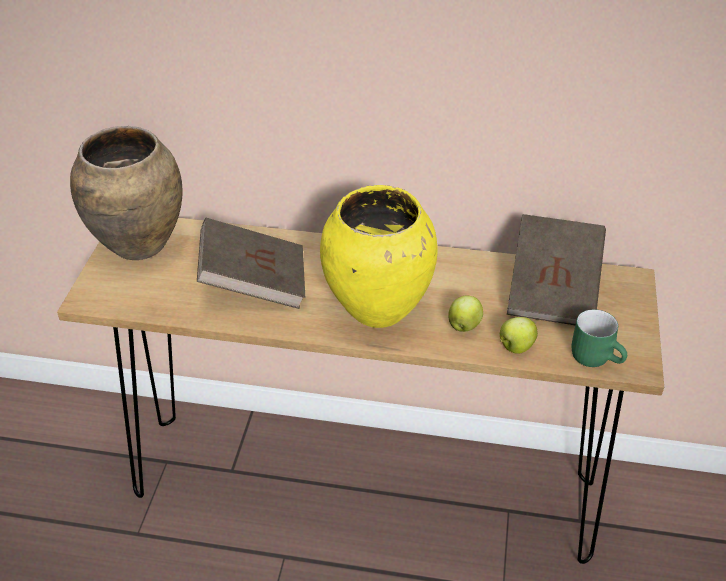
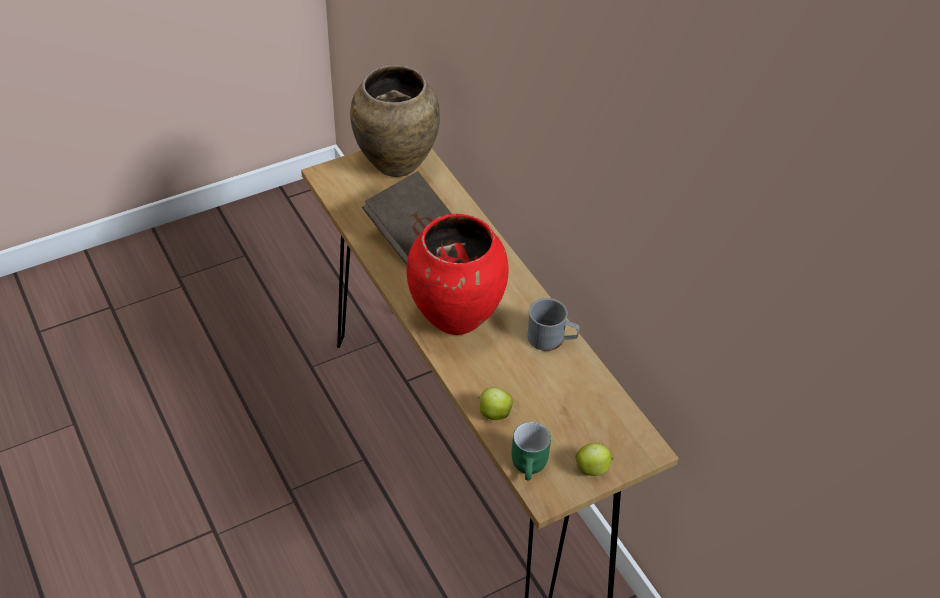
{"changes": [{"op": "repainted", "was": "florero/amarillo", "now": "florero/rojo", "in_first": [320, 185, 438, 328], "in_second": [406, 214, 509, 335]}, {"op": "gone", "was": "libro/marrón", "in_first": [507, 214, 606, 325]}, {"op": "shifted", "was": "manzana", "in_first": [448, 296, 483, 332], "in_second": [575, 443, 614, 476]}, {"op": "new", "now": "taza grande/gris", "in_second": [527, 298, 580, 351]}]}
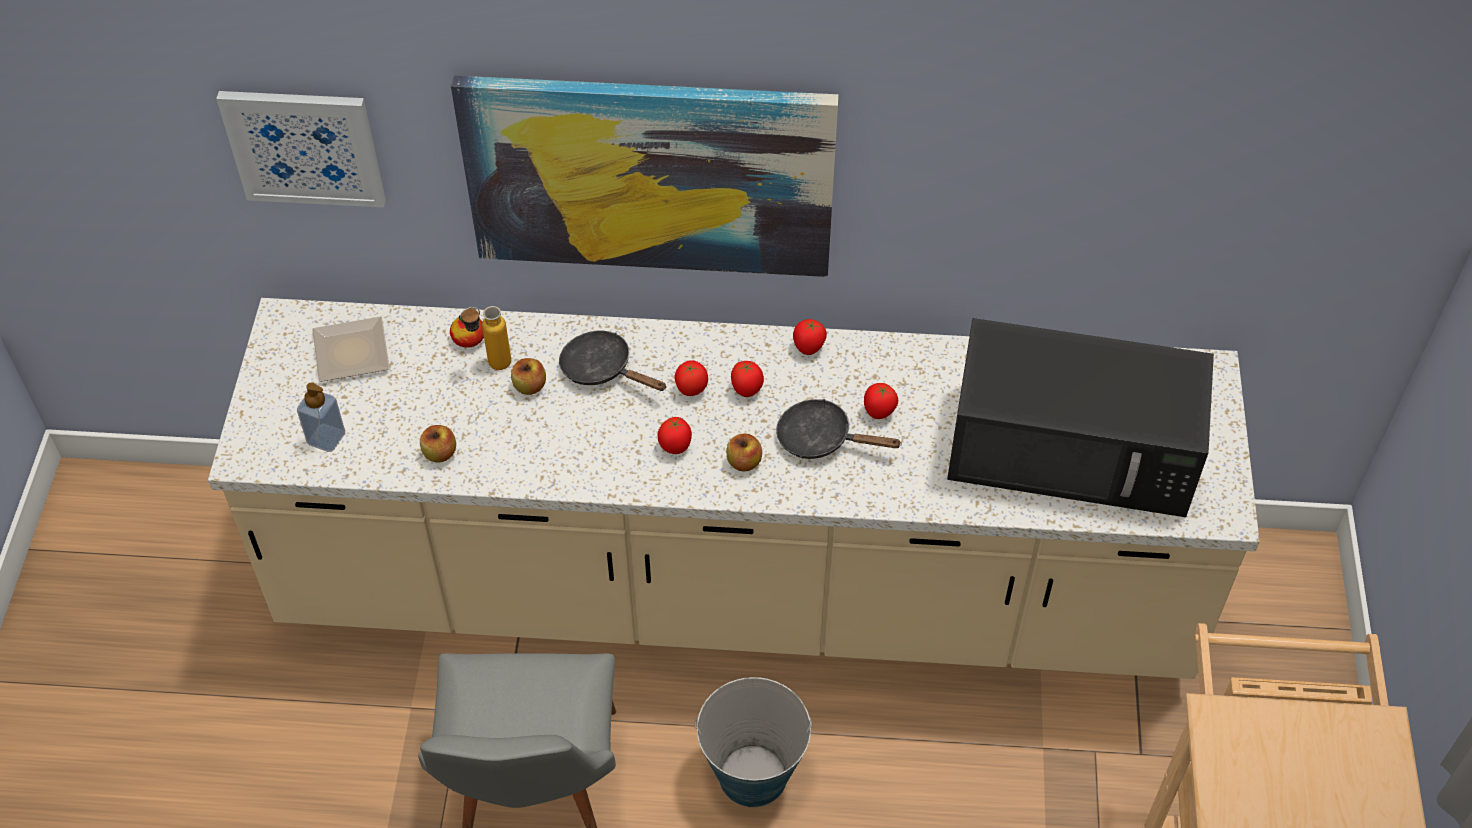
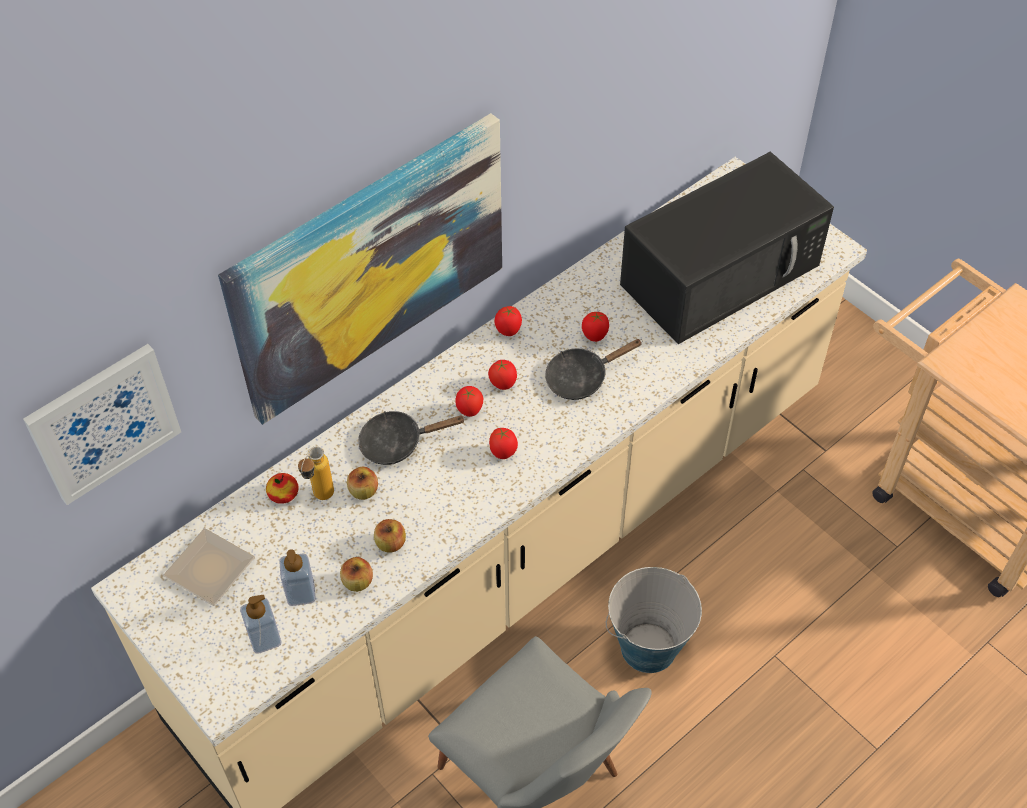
{"changes": [{"op": "shifted", "was": "manzana", "in_first": [726, 433, 762, 472], "in_second": [374, 519, 406, 553]}, {"op": "new", "now": "dispensador de jabón", "in_second": [279, 549, 316, 606]}]}
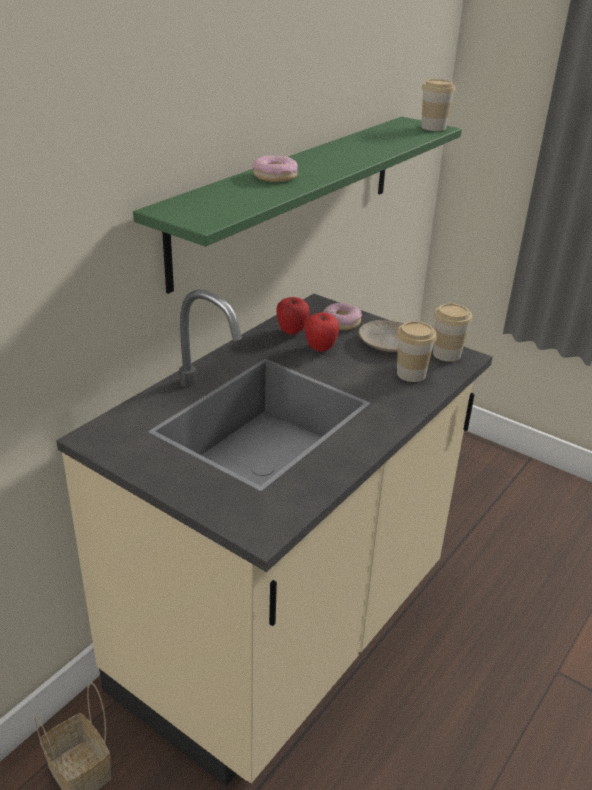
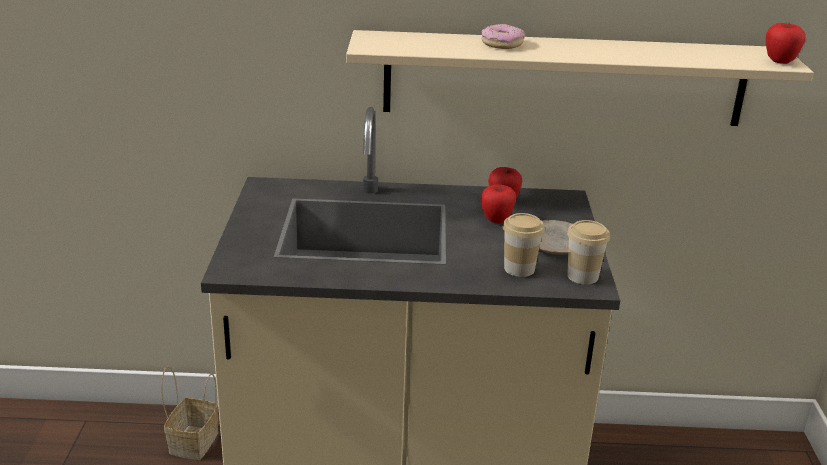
{"changes": [{"op": "swapped", "was": "taza", "now": "manzana", "in_first": [421, 79, 455, 131], "in_second": [766, 22, 806, 64]}, {"op": "repainted", "was": "estante/verde", "now": "estante/beis", "in_first": [133, 117, 462, 294], "in_second": [346, 30, 814, 126]}, {"op": "gone", "was": "rosquilla", "in_first": [323, 303, 362, 330]}]}
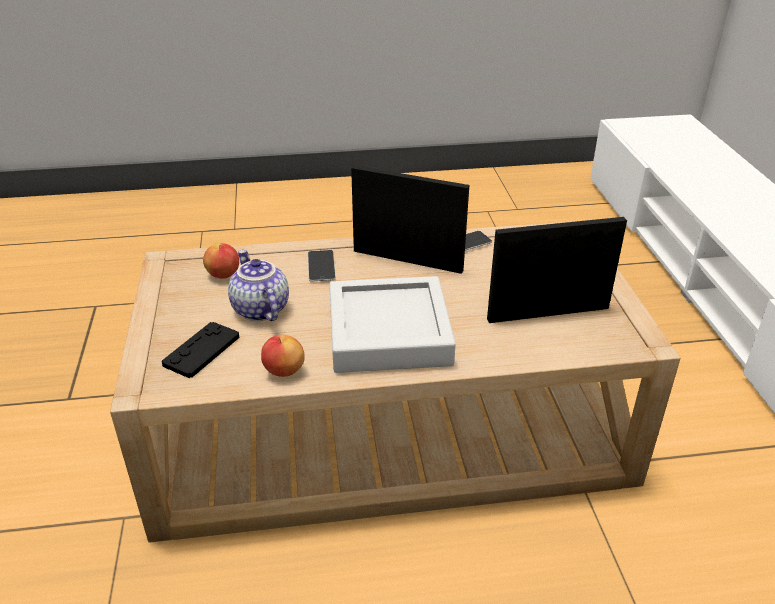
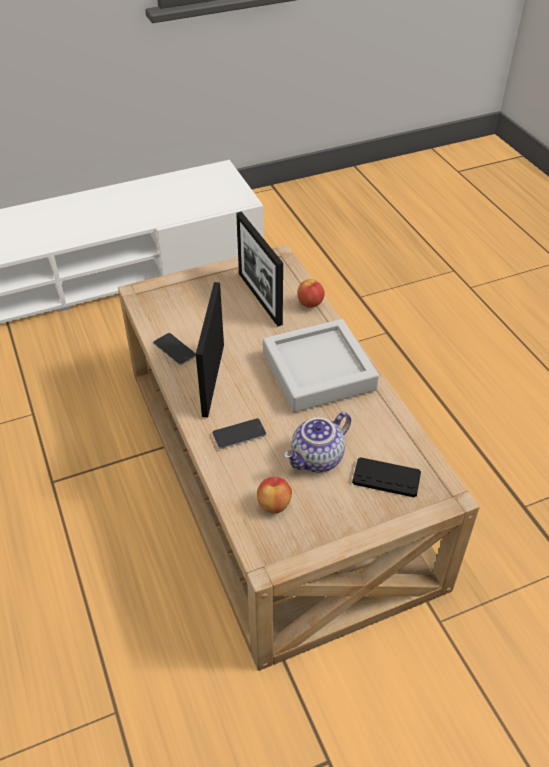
{"changes": [{"op": "shifted", "was": "manzana", "in_first": [261, 335, 305, 377], "in_second": [297, 279, 325, 308]}]}
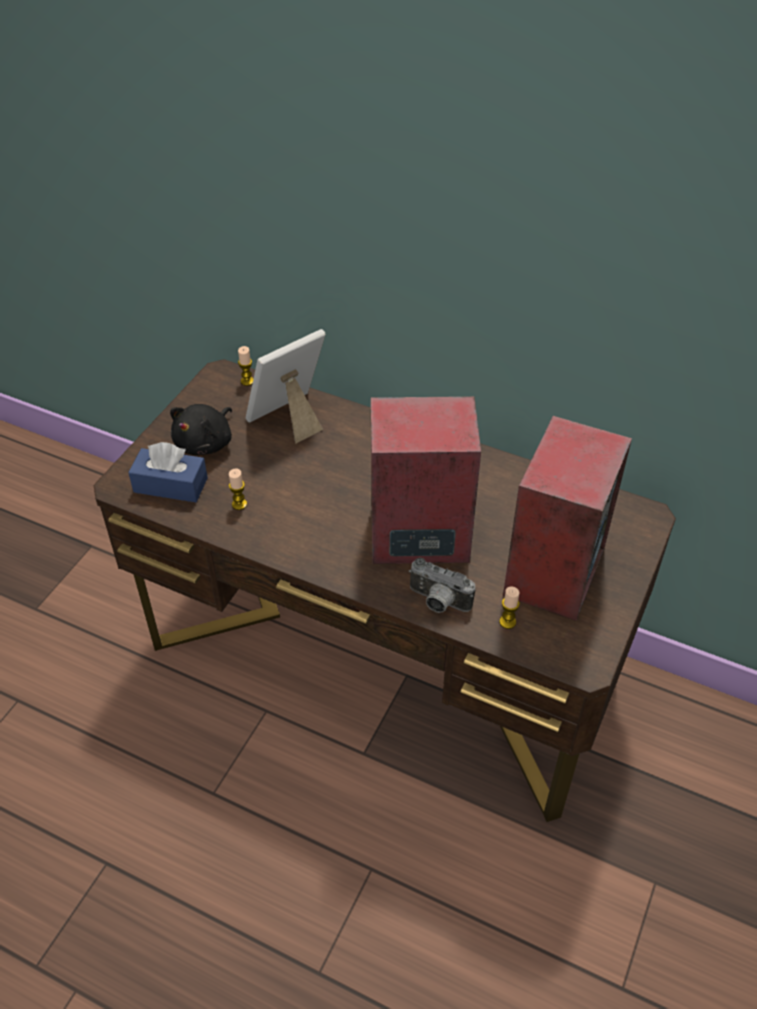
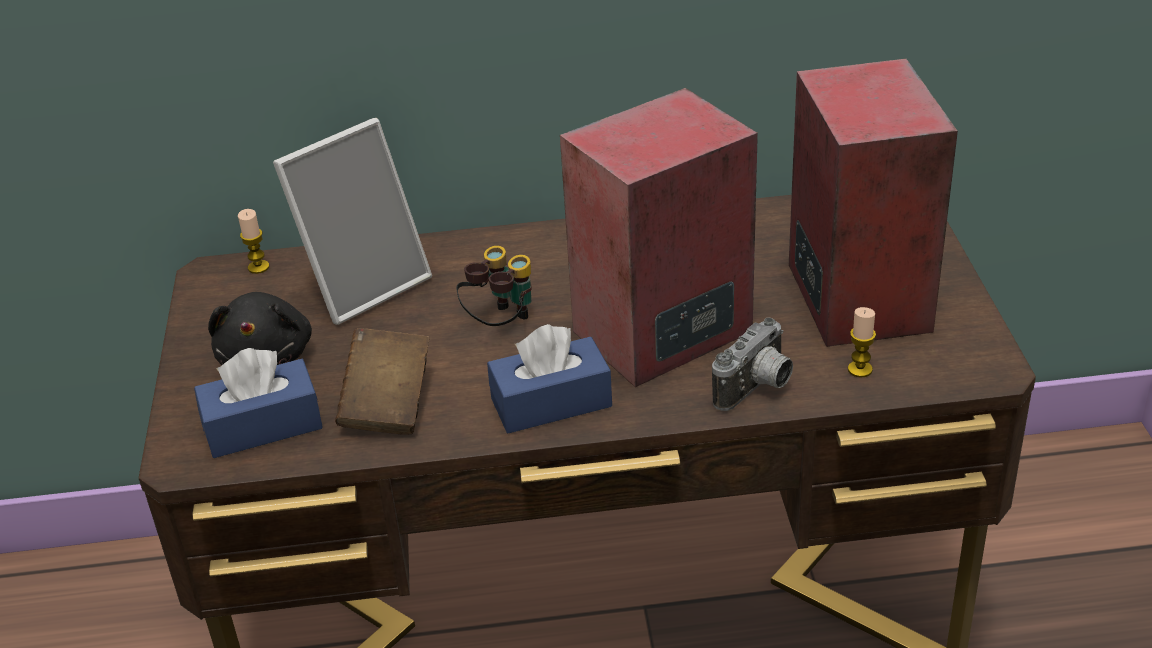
{"changes": [{"op": "rotated", "was": "portarretratos", "in_first": [246, 329, 325, 444], "in_second": [273, 118, 432, 325], "clockwise": -150}, {"op": "swapped", "was": "vela", "now": "libro/marrón", "in_first": [229, 468, 247, 510], "in_second": [335, 328, 430, 435]}, {"op": "rotated", "was": "cámara", "in_first": [409, 558, 475, 613], "in_second": [712, 317, 793, 411], "clockwise": -45}, {"op": "new", "now": "prismáticos", "in_second": [456, 246, 532, 326]}, {"op": "new", "now": "caja de pañuelos/azul", "in_second": [487, 324, 612, 433]}]}
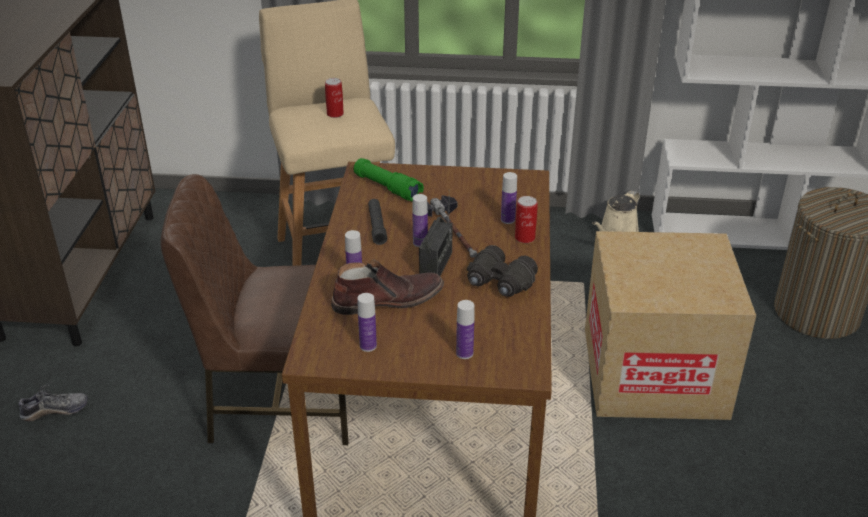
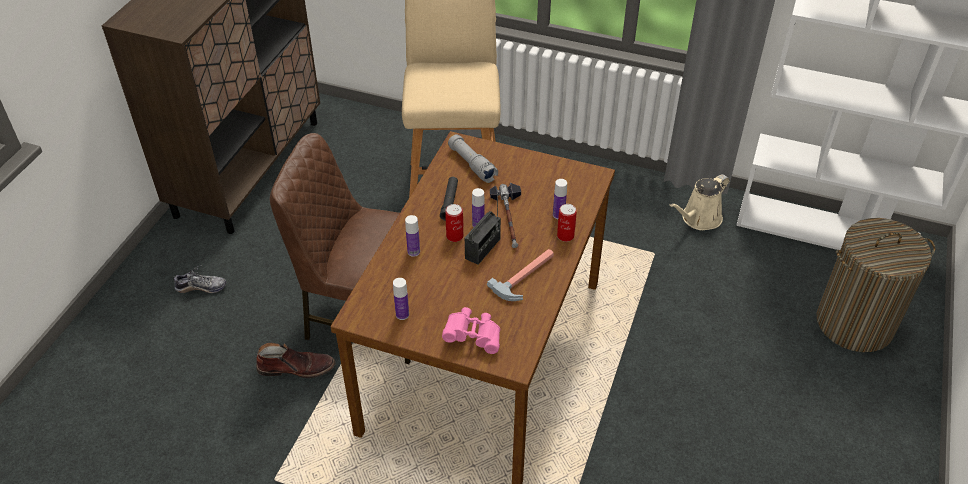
{"changes": [{"op": "shifted", "was": "lata", "in_first": [325, 78, 344, 118], "in_second": [446, 204, 463, 242]}, {"op": "repainted", "was": "linterna/verde", "now": "linterna/gris", "in_first": [354, 158, 424, 202], "in_second": [448, 134, 498, 183]}, {"op": "gone", "was": "caja de cartón", "in_first": [585, 231, 756, 420]}, {"op": "swapped", "was": "prismáticos/negro", "now": "martillo", "in_first": [467, 245, 538, 297], "in_second": [487, 249, 554, 301]}, {"op": "shifted", "was": "bota/marrón", "in_first": [331, 260, 444, 315], "in_second": [256, 343, 335, 378]}, {"op": "swapped", "was": "botella", "now": "prismáticos/rosa", "in_first": [456, 300, 474, 359], "in_second": [442, 307, 500, 354]}]}
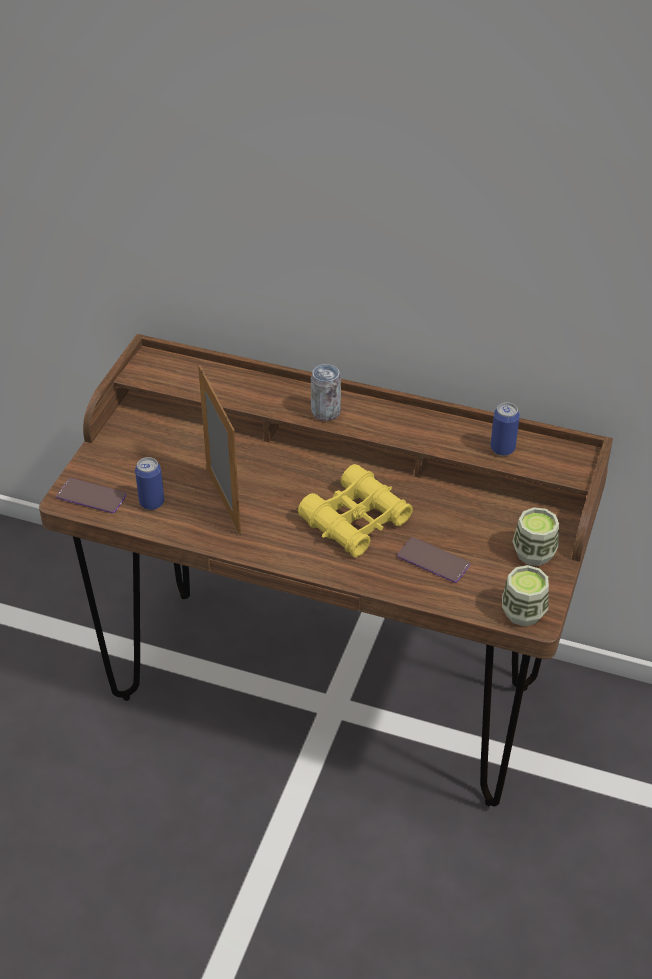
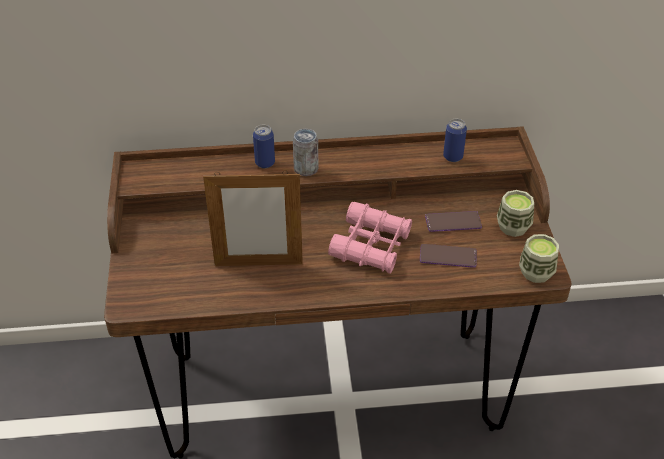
{"changes": [{"op": "rotated", "was": "portarretratos", "in_first": [198, 365, 241, 535], "in_second": [203, 171, 303, 266], "clockwise": 135}, {"op": "shifted", "was": "lata", "in_first": [135, 457, 164, 510], "in_second": [253, 125, 275, 168]}, {"op": "repainted", "was": "prismáticos/amarillo", "now": "prismáticos/rosa", "in_first": [298, 464, 413, 557], "in_second": [328, 202, 412, 274]}, {"op": "shifted", "was": "móvil", "in_first": [56, 478, 127, 513], "in_second": [425, 211, 482, 232]}]}
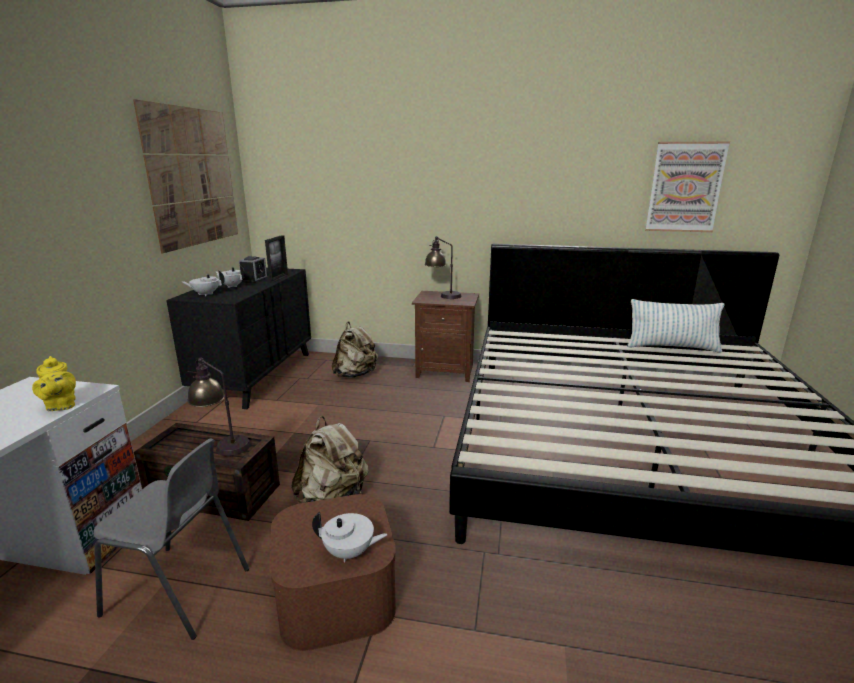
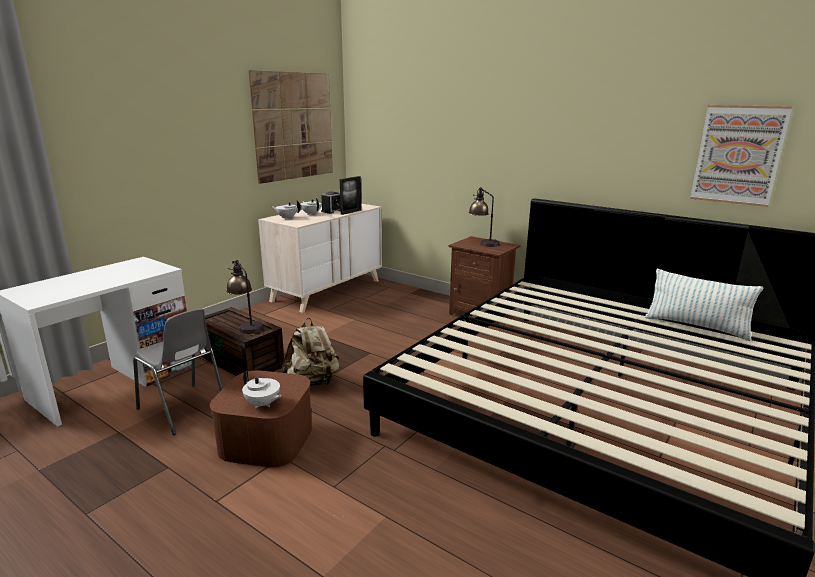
{"changes": [{"op": "repainted", "was": "cómoda/negro", "now": "cómoda/beis", "in_first": [166, 268, 311, 409], "in_second": [258, 204, 382, 313]}, {"op": "gone", "was": "mochila/beis", "in_first": [332, 321, 378, 378]}, {"op": "gone", "was": "tetera/amarillo", "in_first": [32, 356, 76, 411]}]}
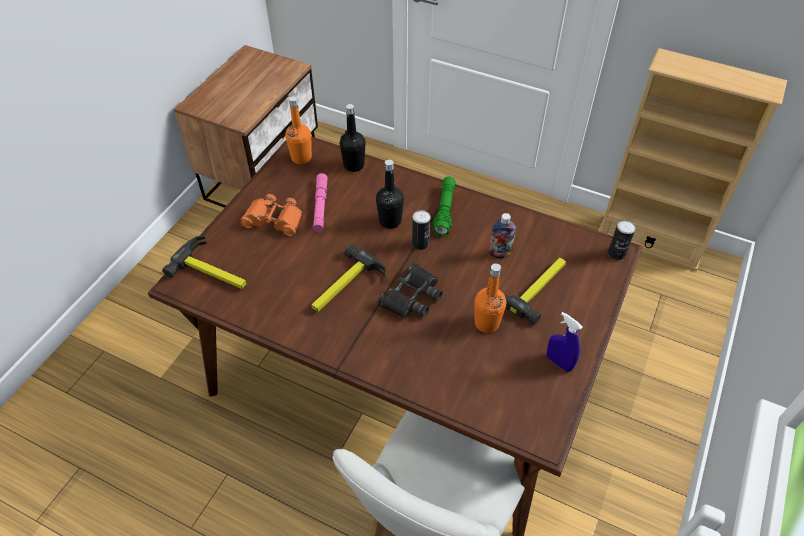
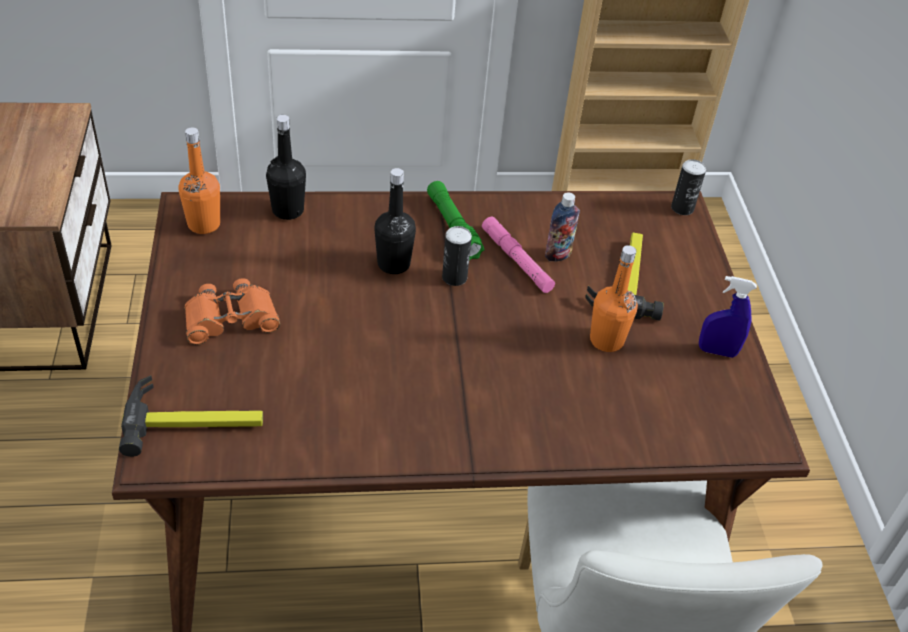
{"changes": [{"op": "shifted", "was": "linterna/rosa", "in_first": [313, 173, 328, 232], "in_second": [482, 216, 555, 293]}, {"op": "gone", "was": "martillo", "in_first": [311, 244, 386, 312]}, {"op": "gone", "was": "prismáticos/negro", "in_first": [378, 262, 443, 318]}]}
